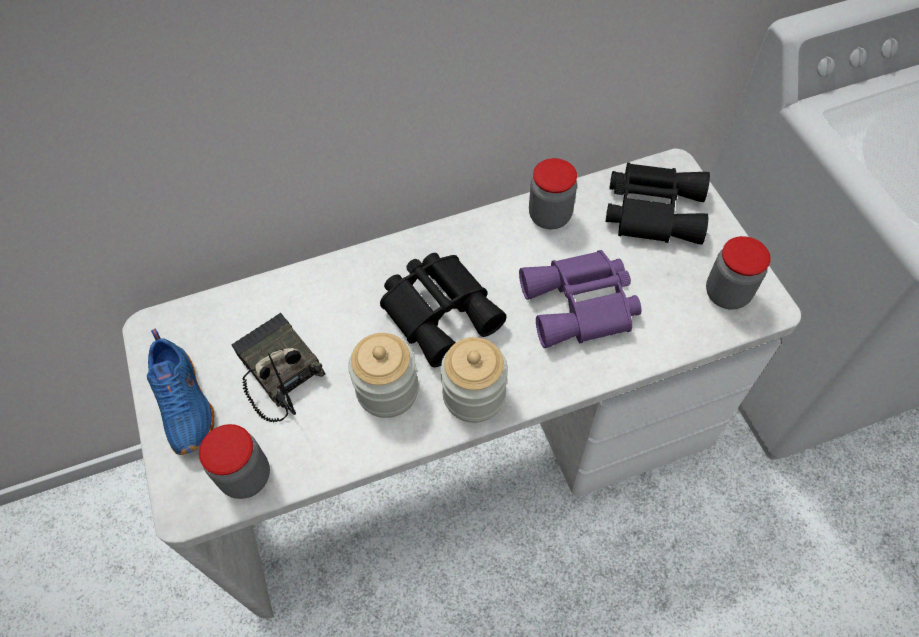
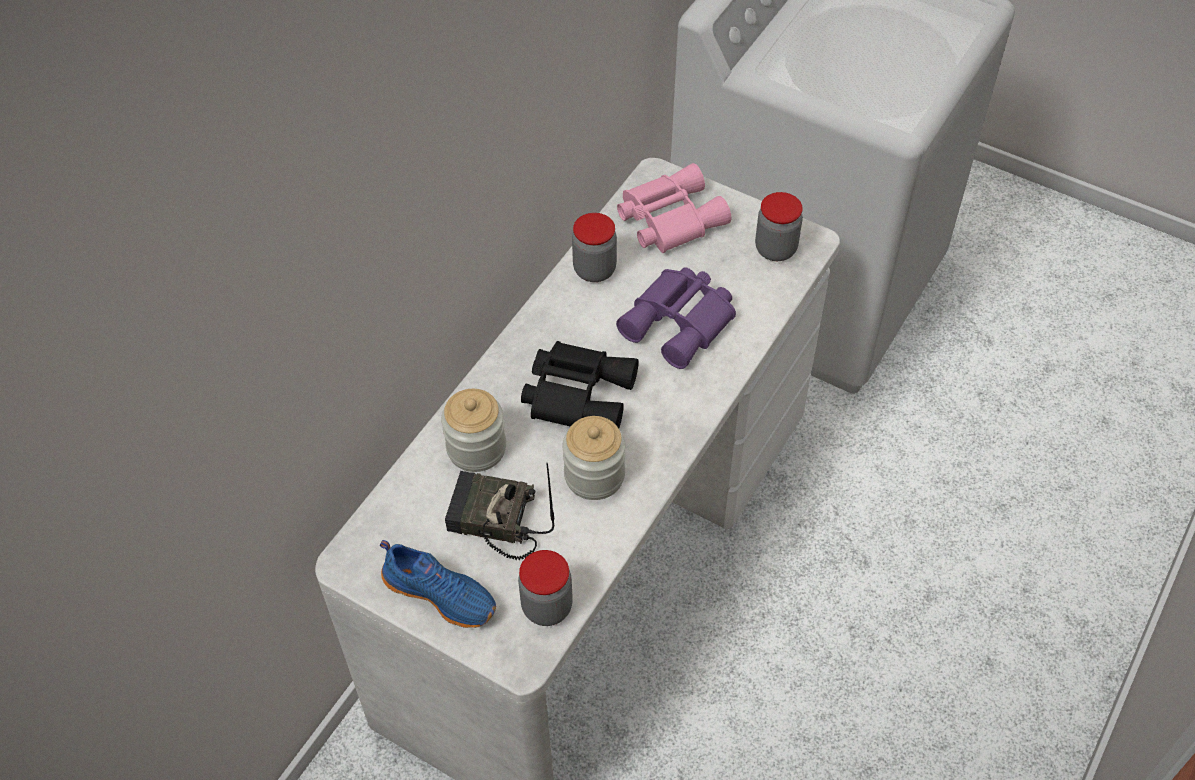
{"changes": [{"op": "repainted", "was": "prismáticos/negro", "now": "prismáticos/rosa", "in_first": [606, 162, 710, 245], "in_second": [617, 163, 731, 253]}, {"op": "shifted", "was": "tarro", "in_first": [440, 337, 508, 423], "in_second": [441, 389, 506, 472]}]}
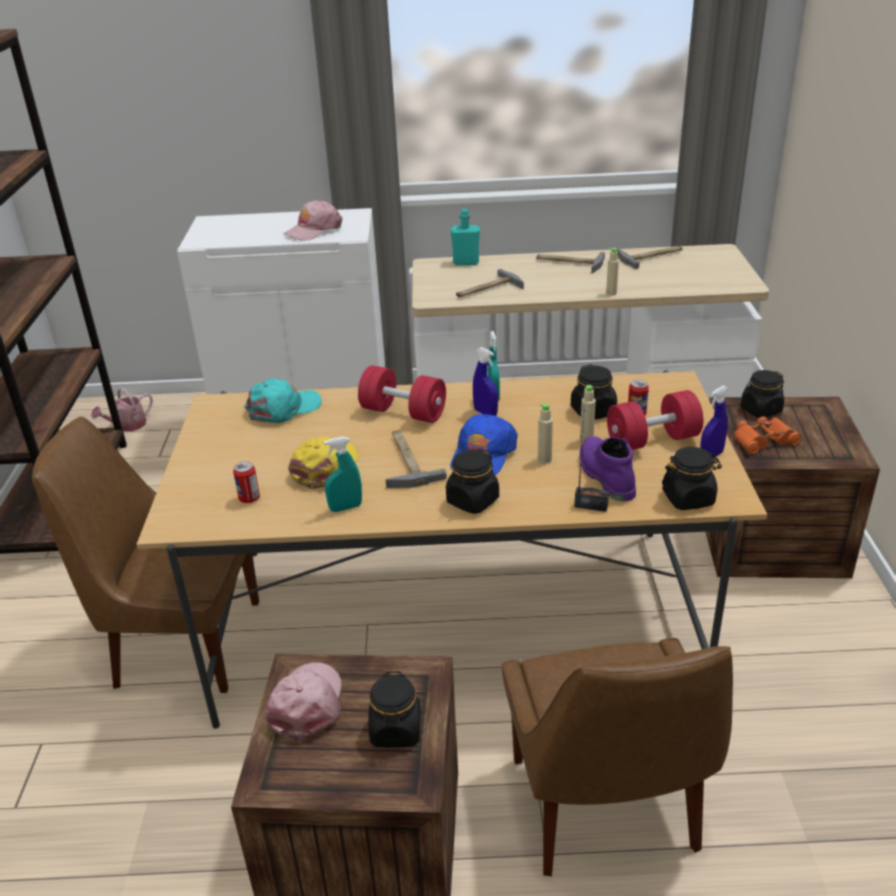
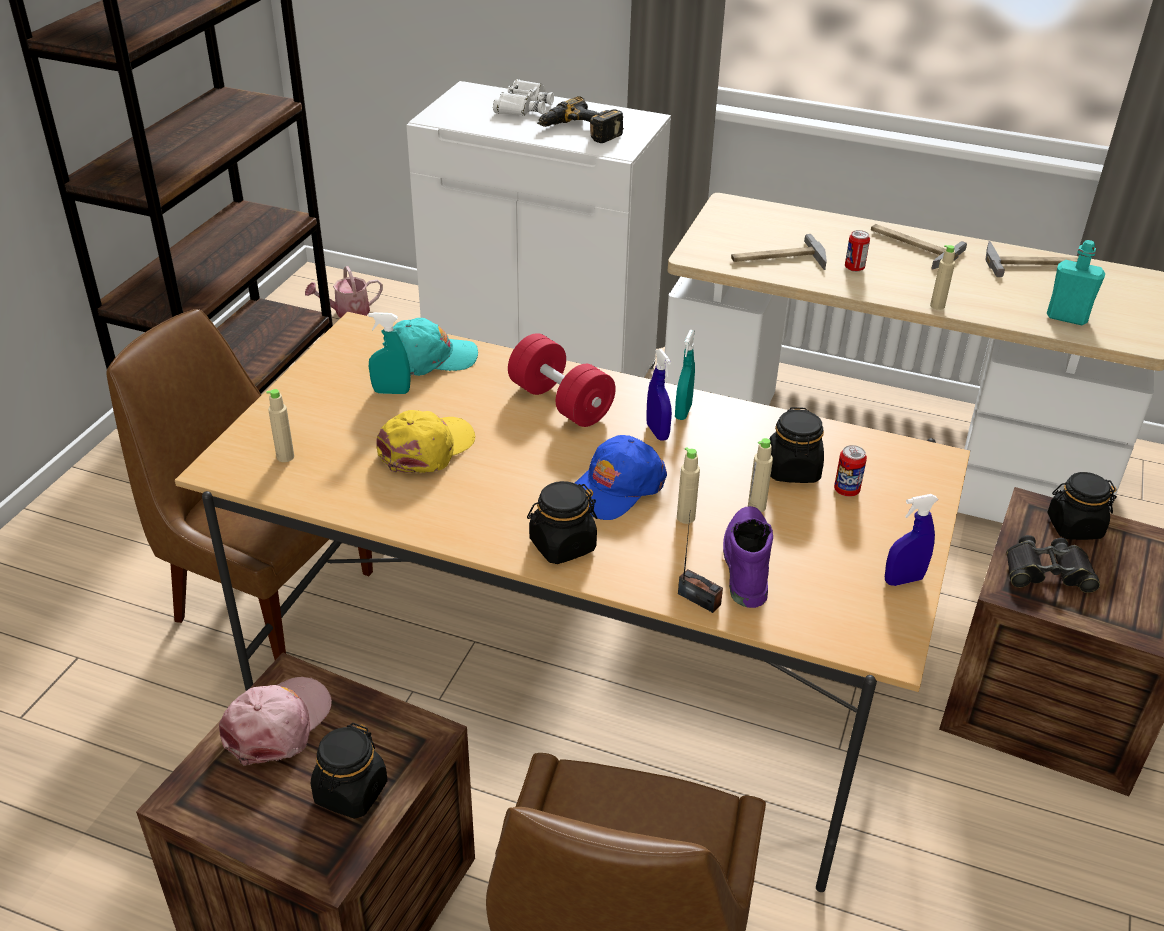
{"changes": [{"op": "swapped", "was": "gorra/rosa", "now": "taladro", "in_first": [283, 200, 342, 241], "in_second": [537, 96, 624, 143]}, {"op": "shifted", "was": "botella/turquesa", "in_first": [451, 209, 480, 265], "in_second": [1047, 240, 1105, 325]}, {"op": "gone", "was": "mancuerna/rojo", "in_first": [607, 390, 703, 450]}, {"op": "repainted", "was": "prismáticos/naranja", "now": "prismáticos/negro", "in_first": [734, 416, 802, 455], "in_second": [1006, 535, 1100, 593]}, {"op": "gone", "was": "martillo", "in_first": [385, 430, 447, 488]}, {"op": "shifted", "was": "pulverizador/turquesa", "in_first": [323, 437, 362, 512], "in_second": [368, 312, 411, 394]}, {"op": "gone", "was": "tarro/negro", "in_first": [662, 447, 722, 510]}, {"op": "shifted", "was": "lata", "in_first": [233, 461, 260, 503], "in_second": [845, 230, 870, 272]}, {"op": "new", "now": "prismáticos/blanco", "in_second": [493, 79, 554, 116]}, {"op": "new", "now": "botella/beis", "in_second": [266, 389, 294, 462]}]}
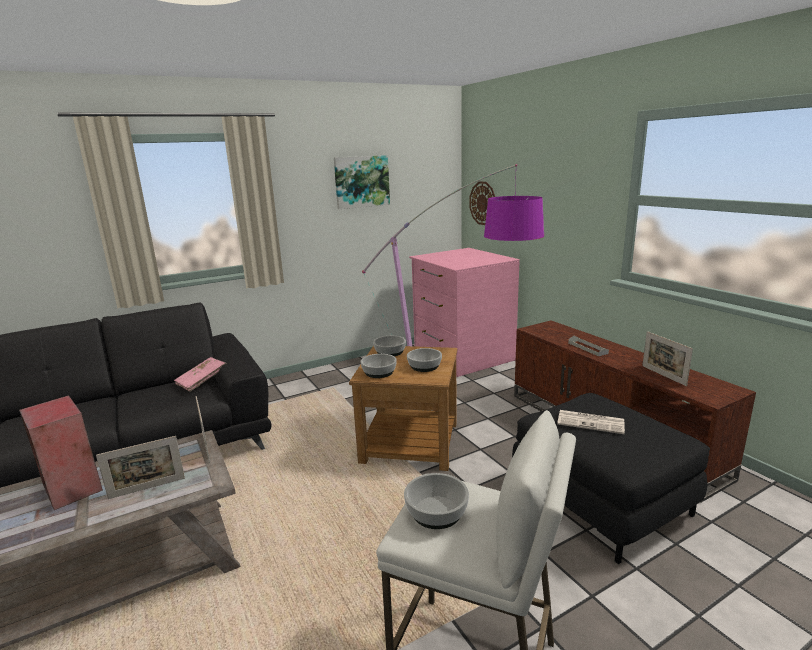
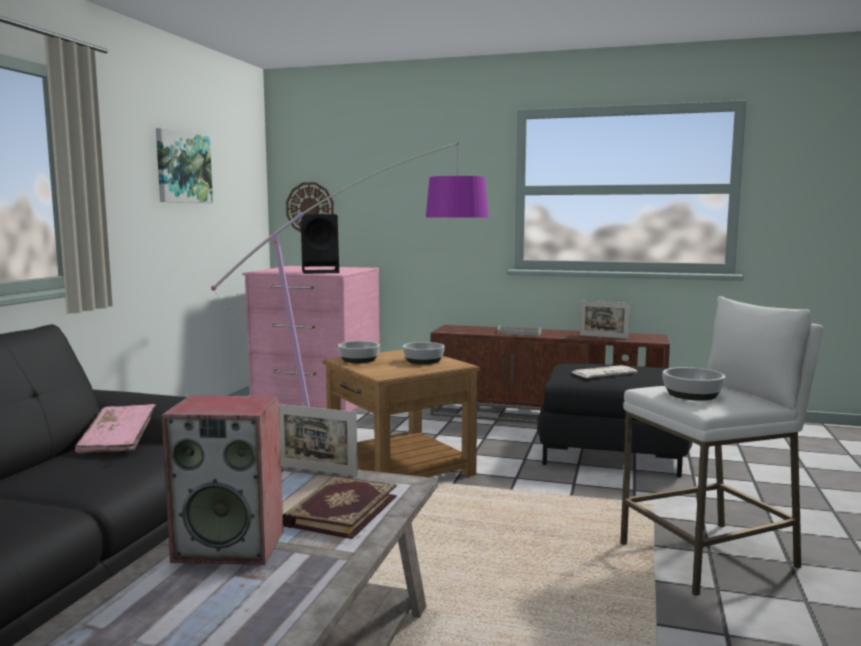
{"changes": [{"op": "gone", "was": "cuenco", "in_first": [361, 354, 397, 378]}, {"op": "swapped", "was": "portarretratos", "now": "libro", "in_first": [96, 436, 185, 499], "in_second": [283, 476, 397, 539]}, {"op": "new", "now": "altavoz/negro", "in_second": [301, 214, 339, 274]}]}
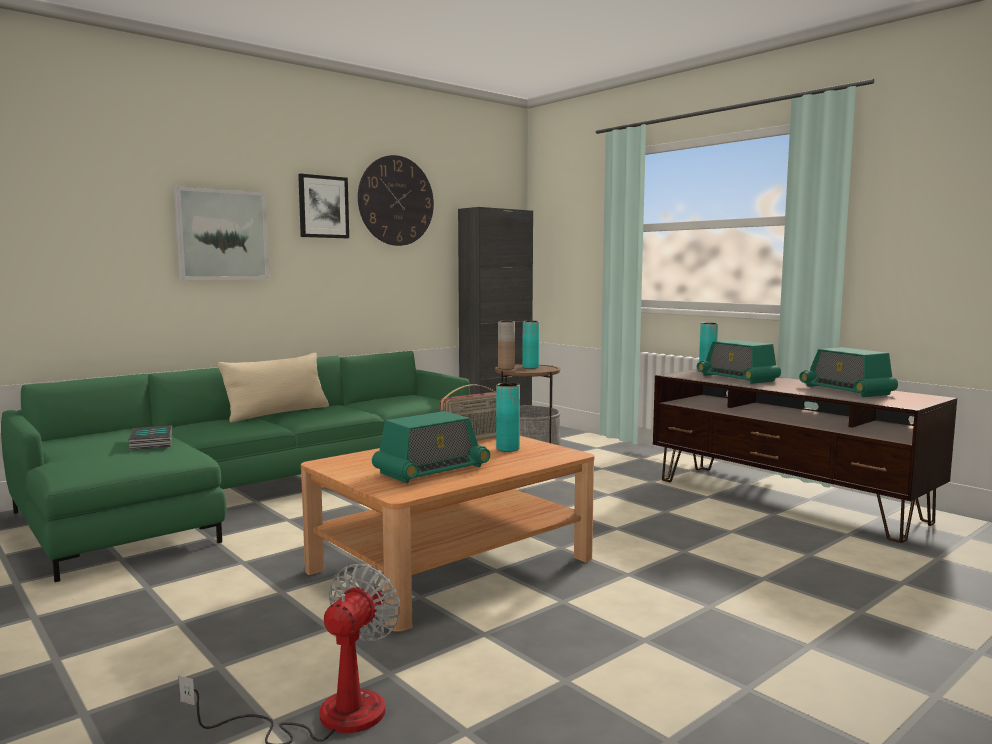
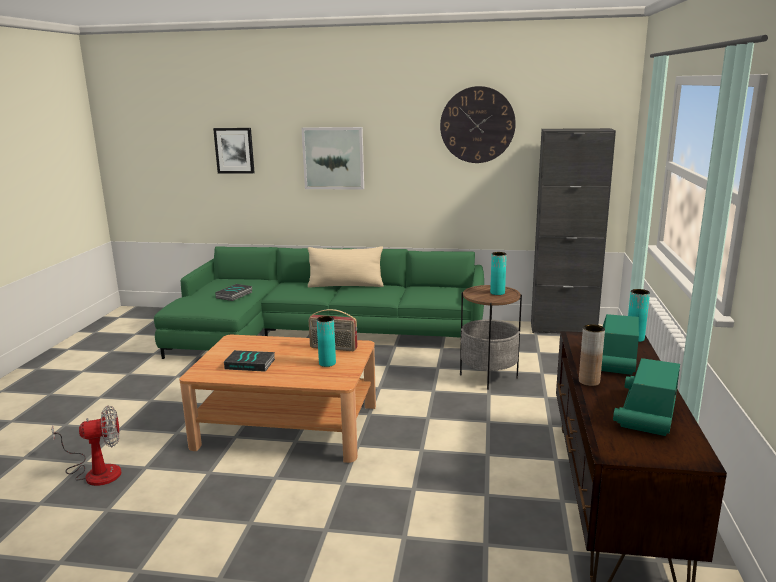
{"changes": [{"op": "shifted", "was": "cuadro", "in_first": [298, 174, 349, 238], "in_second": [213, 128, 255, 174]}, {"op": "shifted", "was": "florero/marrón", "in_first": [498, 321, 515, 369], "in_second": [579, 324, 605, 386]}, {"op": "swapped", "was": "radio", "now": "libro", "in_first": [372, 411, 490, 483], "in_second": [224, 350, 275, 372]}]}
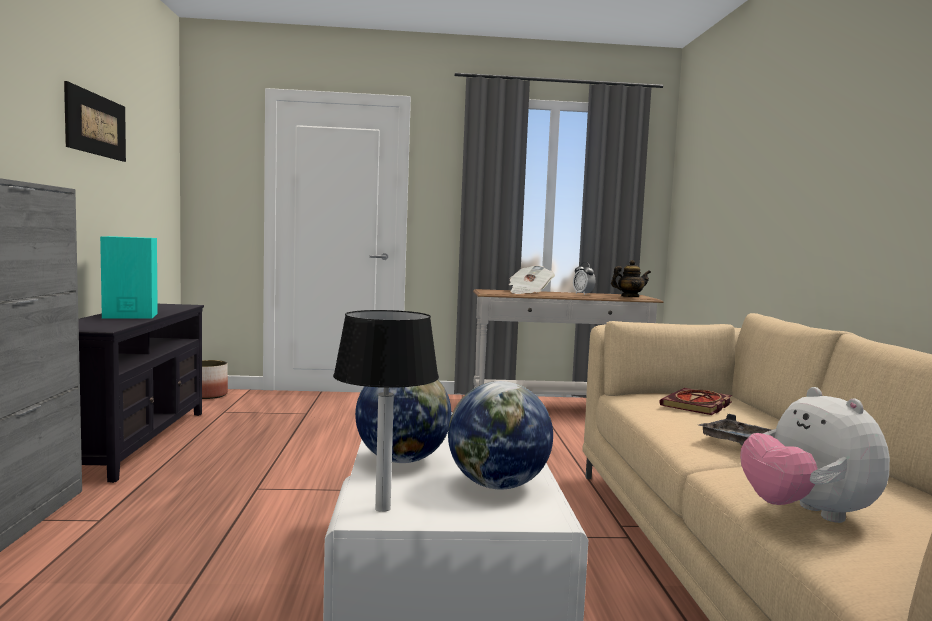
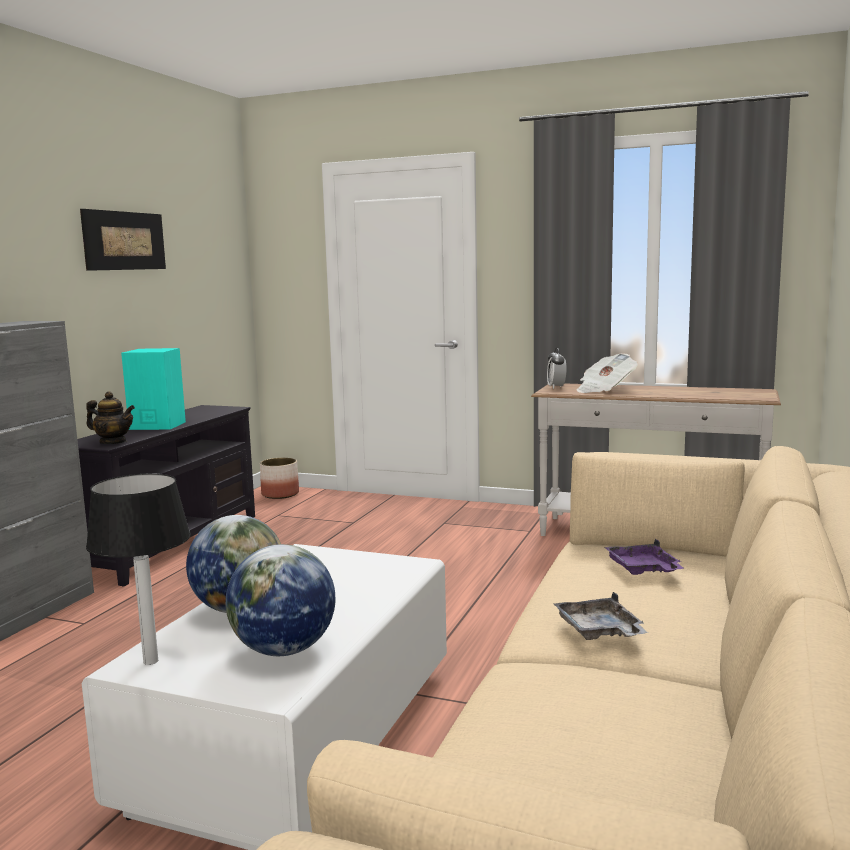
{"changes": [{"op": "shifted", "was": "tetera", "in_first": [611, 260, 651, 297], "in_second": [86, 391, 135, 444]}, {"op": "shifted", "was": "despertador", "in_first": [573, 262, 595, 295], "in_second": [547, 348, 567, 389]}, {"op": "gone", "was": "peluche", "in_first": [740, 387, 890, 523]}, {"op": "swapped", "was": "libro", "now": "bandeja/morado", "in_first": [659, 388, 732, 415], "in_second": [604, 539, 684, 575]}]}
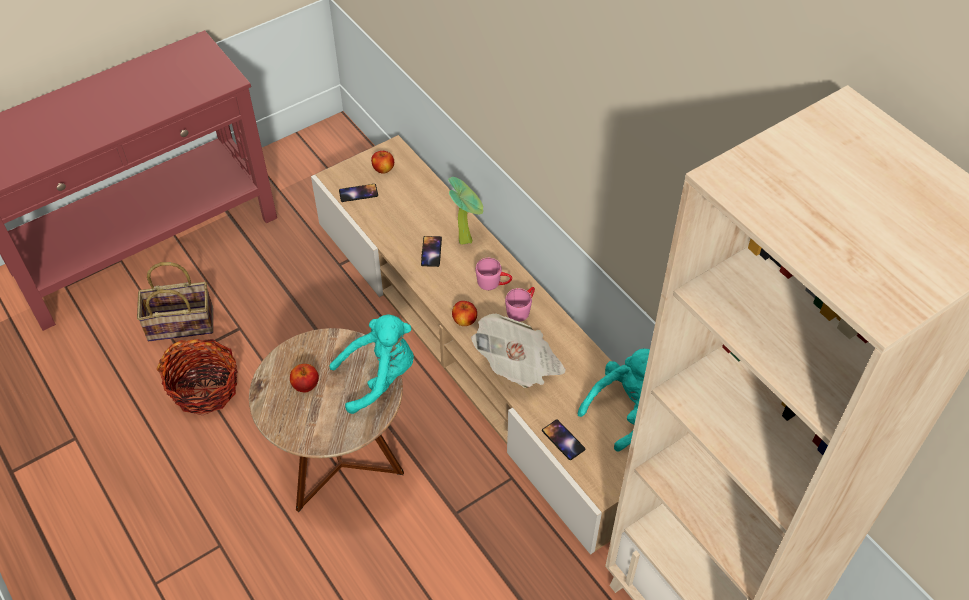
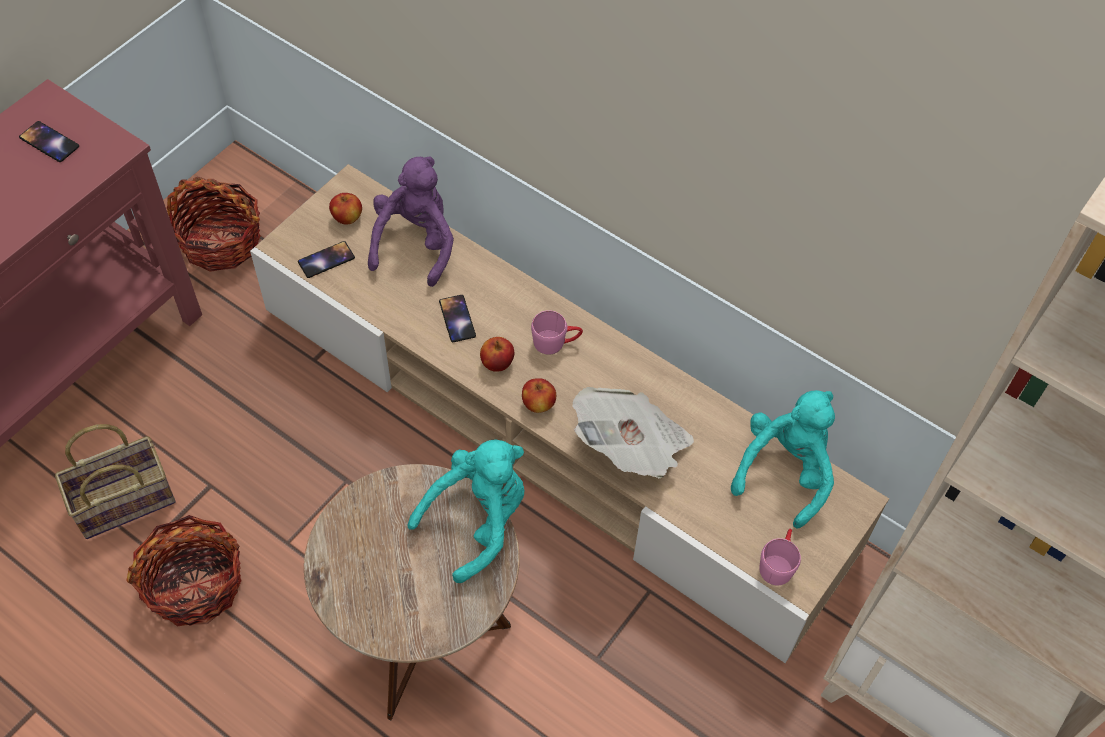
{"changes": [{"op": "gone", "was": "planta en maceta", "in_first": [448, 177, 483, 245]}, {"op": "shifted", "was": "taza grande/rosa", "in_first": [505, 287, 535, 322], "in_second": [759, 529, 801, 586]}, {"op": "shifted", "was": "manzana", "in_first": [290, 364, 319, 393], "in_second": [480, 337, 514, 372]}, {"op": "shifted", "was": "móvil", "in_first": [542, 419, 585, 460], "in_second": [19, 121, 79, 162]}, {"op": "new", "now": "peluche/morado", "in_second": [368, 156, 454, 287]}, {"op": "new", "now": "cesta", "in_second": [166, 177, 260, 272]}]}
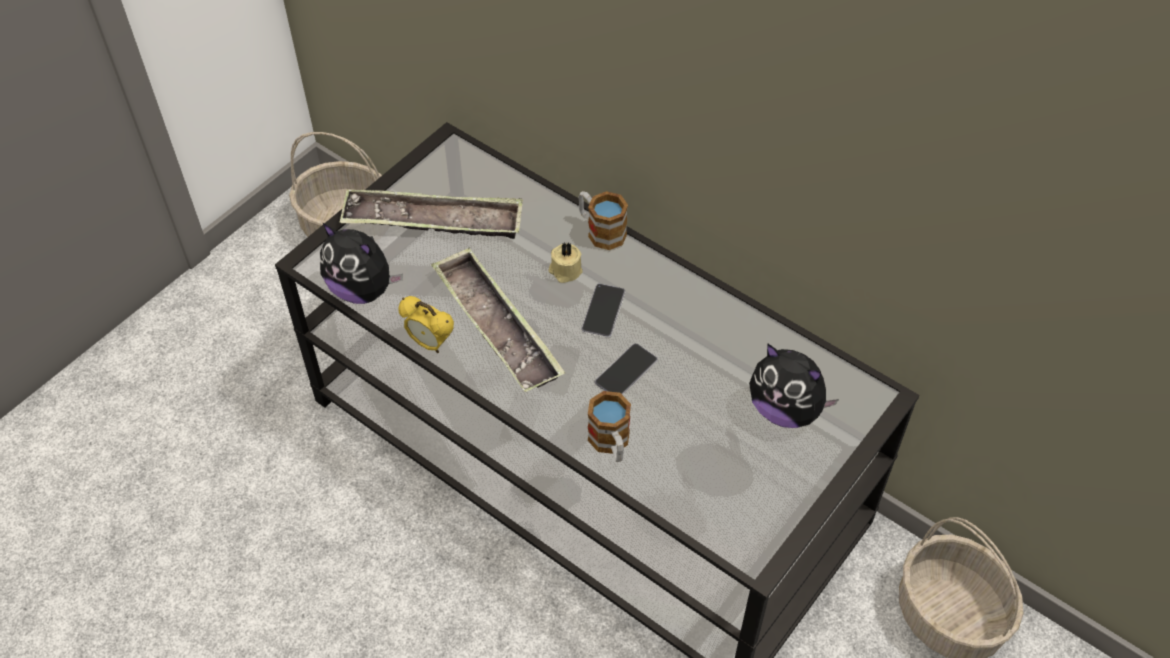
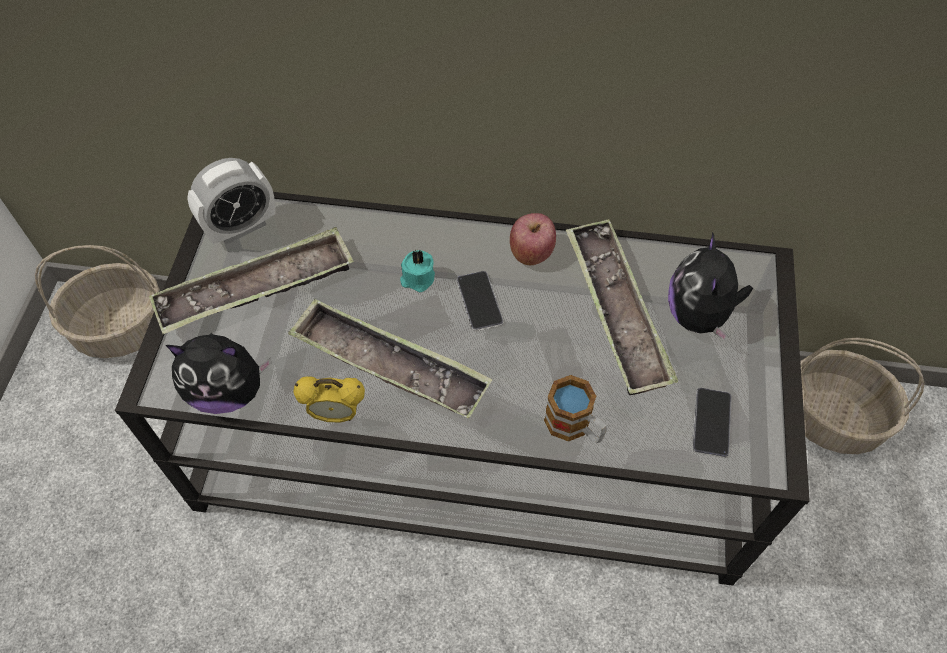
{"changes": [{"op": "gone", "was": "taza grande", "in_first": [578, 191, 628, 250]}, {"op": "repainted", "was": "vela/beis", "now": "vela/turquesa", "in_first": [548, 242, 583, 283], "in_second": [400, 250, 435, 292]}, {"op": "shifted", "was": "móvil", "in_first": [594, 343, 658, 395], "in_second": [692, 388, 732, 458]}, {"op": "rotated", "was": "peluche", "in_first": [749, 344, 839, 428], "in_second": [668, 232, 753, 342], "clockwise": 90}, {"op": "new", "now": "despertador", "in_second": [187, 158, 276, 245]}, {"op": "new", "now": "manzana", "in_second": [510, 213, 556, 265]}, {"op": "new", "now": "bandeja", "in_second": [566, 219, 678, 395]}]}
